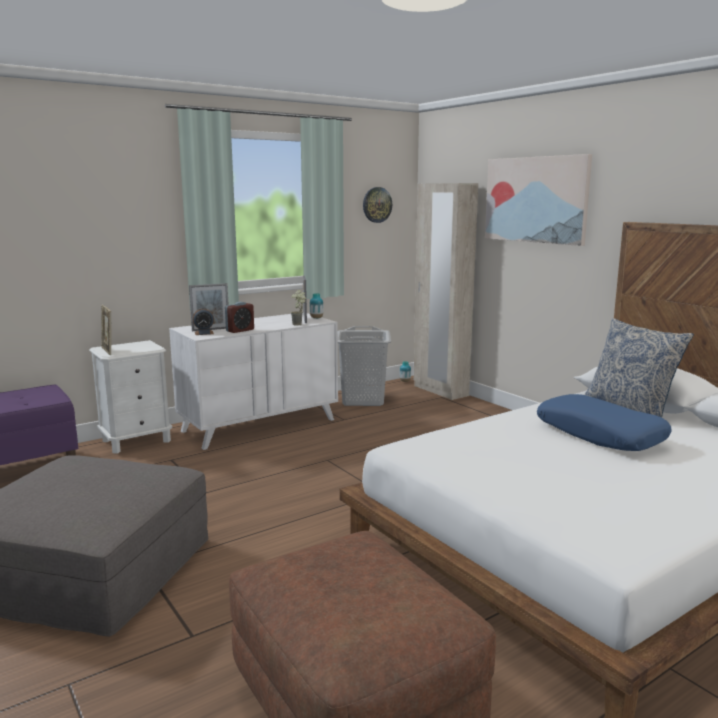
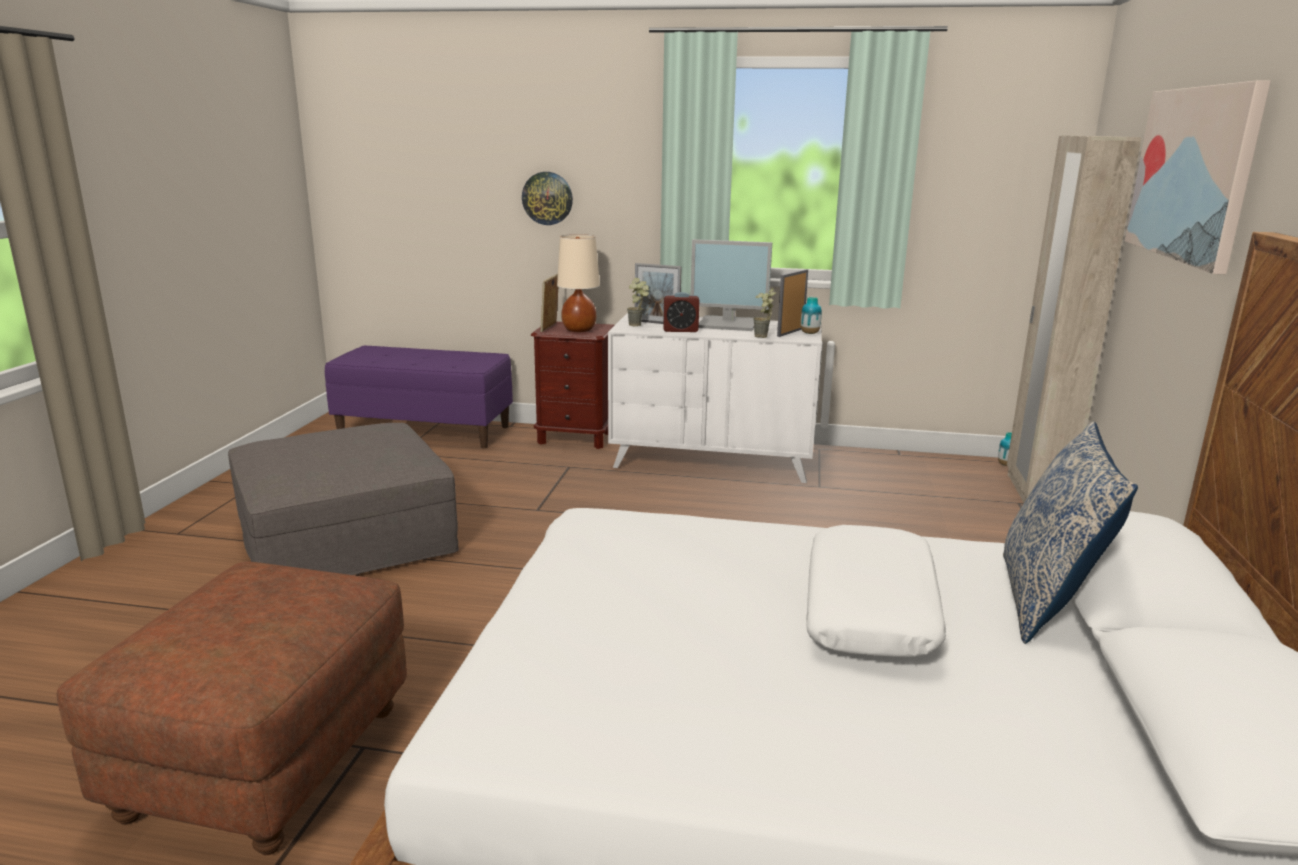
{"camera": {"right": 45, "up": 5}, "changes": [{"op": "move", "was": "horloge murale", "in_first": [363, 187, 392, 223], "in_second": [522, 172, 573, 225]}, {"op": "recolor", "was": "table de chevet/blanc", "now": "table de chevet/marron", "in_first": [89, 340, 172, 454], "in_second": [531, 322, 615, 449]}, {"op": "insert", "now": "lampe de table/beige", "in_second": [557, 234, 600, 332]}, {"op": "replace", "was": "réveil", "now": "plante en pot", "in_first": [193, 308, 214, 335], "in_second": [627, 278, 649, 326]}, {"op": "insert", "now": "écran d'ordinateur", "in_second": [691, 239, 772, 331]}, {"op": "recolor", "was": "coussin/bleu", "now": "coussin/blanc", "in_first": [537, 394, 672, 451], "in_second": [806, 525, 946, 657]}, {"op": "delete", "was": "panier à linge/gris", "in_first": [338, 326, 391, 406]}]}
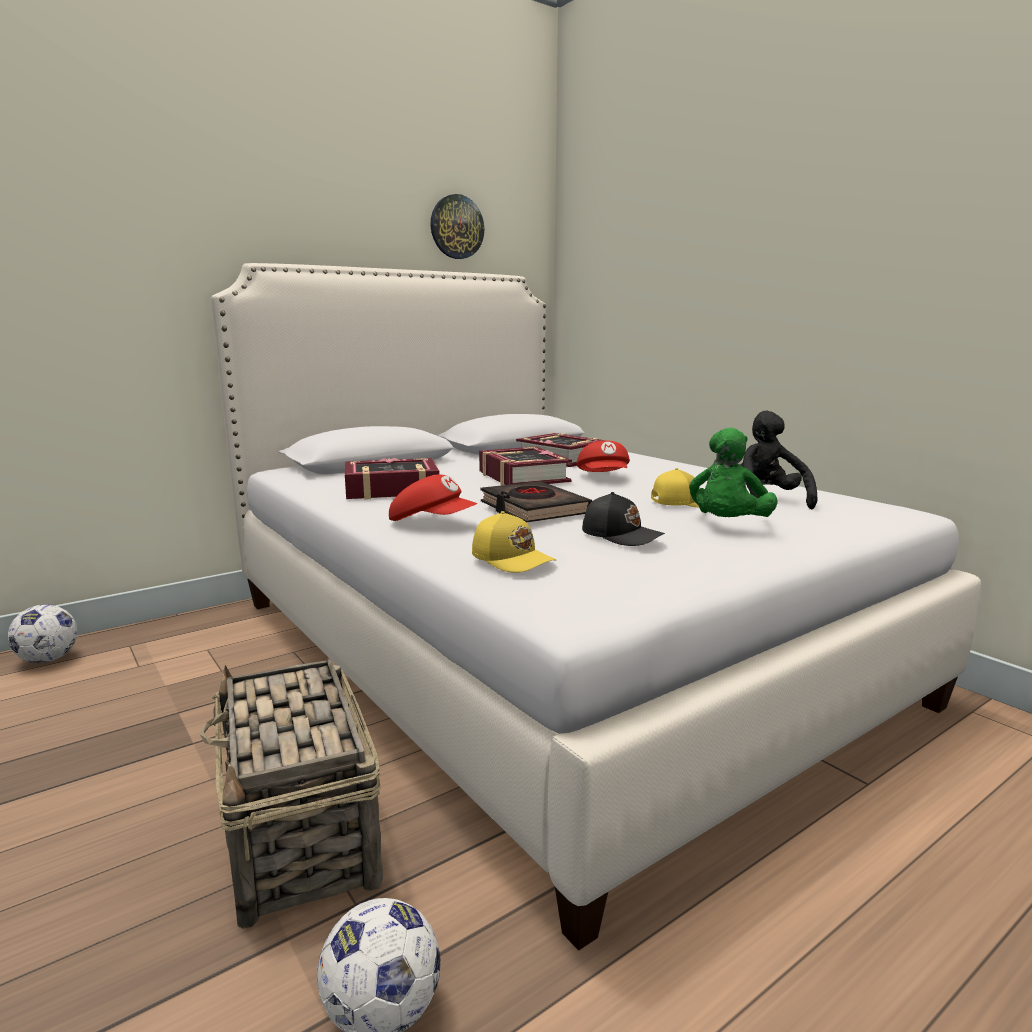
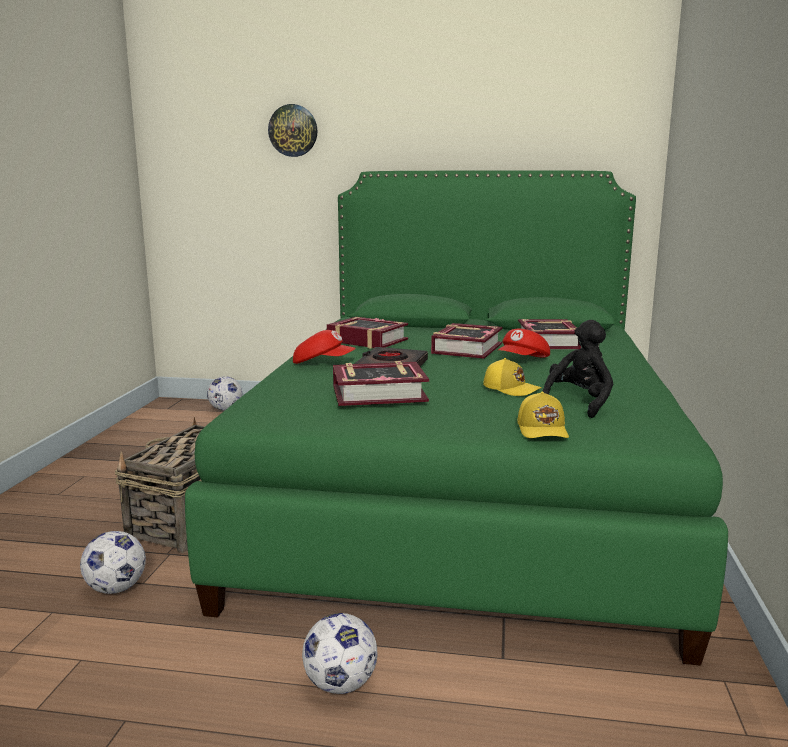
{"camera": {"right": 45, "up": 0}, "changes": [{"op": "recolor", "was": "lit/blanc", "now": "lit/vert", "in_first": [211, 263, 981, 951], "in_second": [185, 170, 728, 666]}, {"op": "move", "was": "horloge murale", "in_first": [431, 194, 484, 259], "in_second": [268, 104, 318, 157]}, {"op": "rotate", "was": "casquette/rouge", "in_first": [389, 474, 477, 521], "in_second": [293, 330, 356, 364], "clockwise": -60}, {"op": "insert", "now": "ballon de foot", "in_second": [302, 613, 377, 694]}, {"op": "replace", "was": "casquette/noir", "now": "livre", "in_first": [582, 492, 665, 546], "in_second": [333, 361, 429, 406]}, {"op": "move", "was": "casquette/jaune", "in_first": [472, 511, 556, 573], "in_second": [517, 392, 569, 438]}, {"op": "delete", "was": "peluche/vert", "in_first": [689, 428, 778, 517]}]}
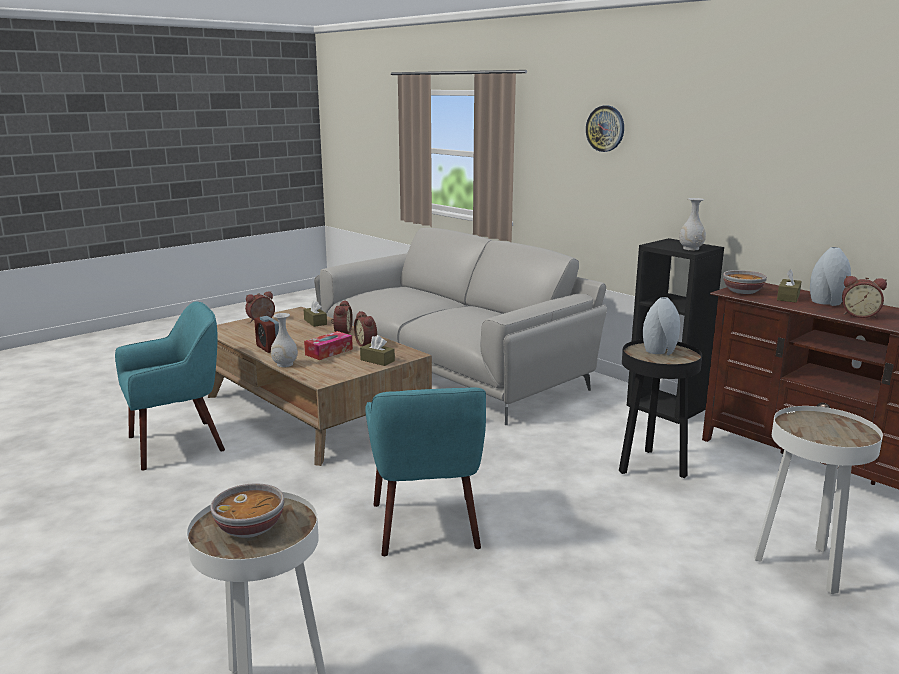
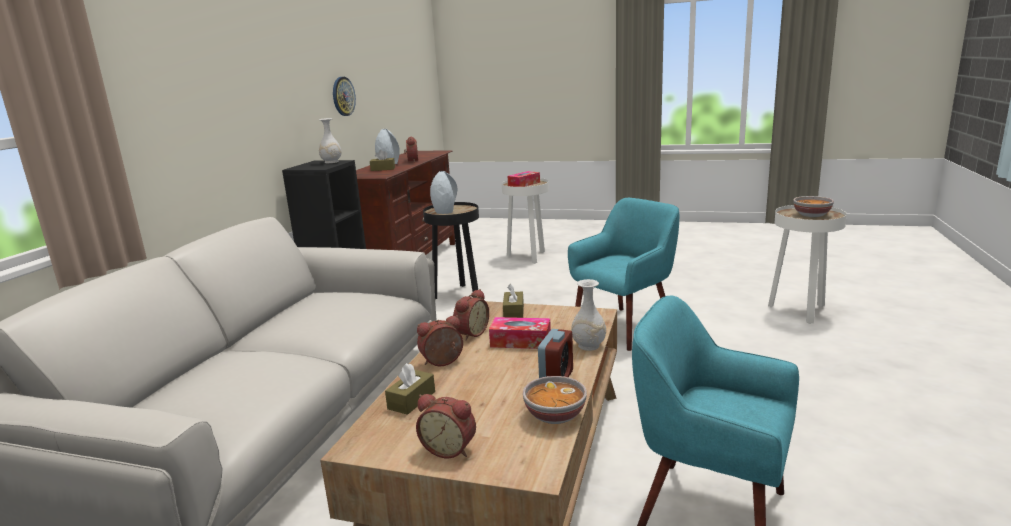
{"camera": {"right": -120, "up": 0}, "changes": [{"op": "move", "was": "horloge murale", "in_first": [586, 106, 624, 152], "in_second": [333, 77, 356, 116]}, {"op": "insert", "now": "boîte à mouchoirs", "in_second": [508, 171, 540, 187]}, {"op": "move", "was": "bol", "in_first": [723, 270, 767, 294], "in_second": [523, 376, 587, 424]}]}
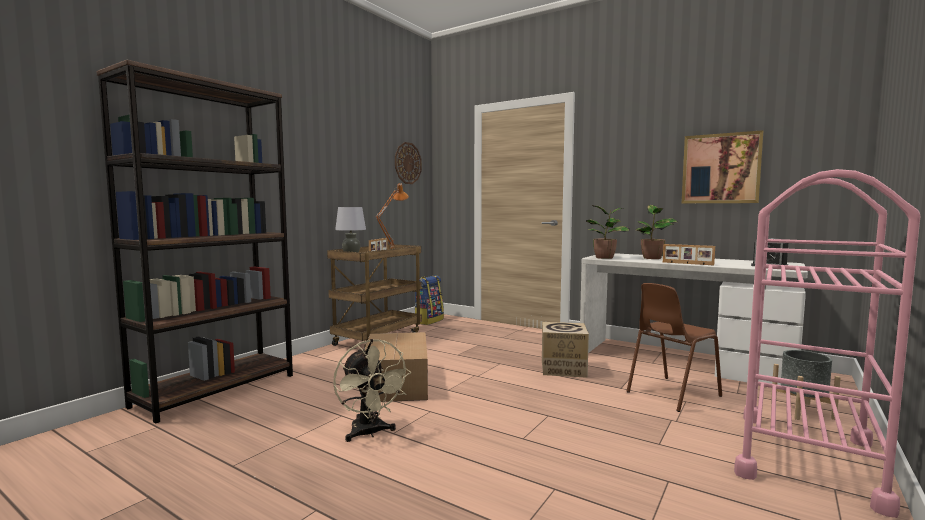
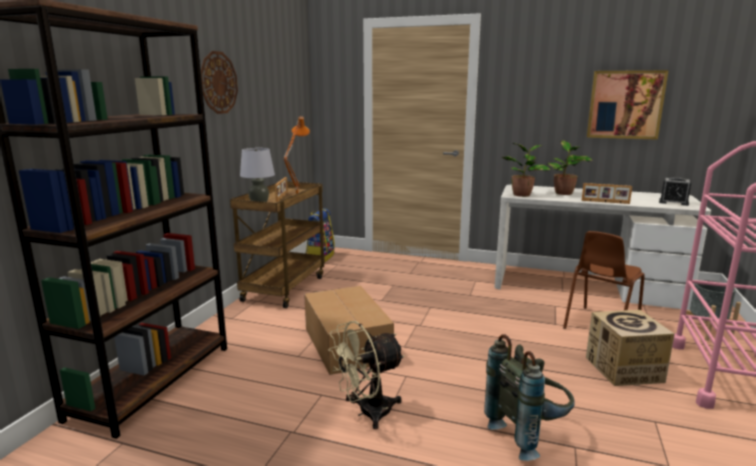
{"camera": {"right": -15, "up": 10}, "changes": [{"op": "move", "was": "horloge murale", "in_first": [395, 142, 422, 184], "in_second": [201, 51, 238, 114]}, {"op": "rotate", "was": "ventilateur/beige", "in_first": [333, 339, 411, 442], "in_second": [328, 321, 405, 429], "clockwise": 105}, {"op": "insert", "now": "sac à dos/gris", "in_second": [484, 334, 575, 461]}, {"op": "move", "was": "carton", "in_first": [542, 322, 589, 378], "in_second": [586, 310, 675, 386]}]}
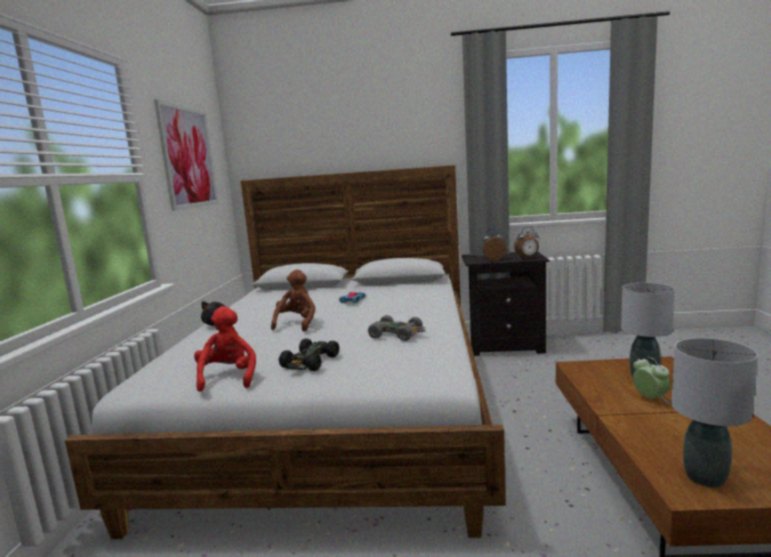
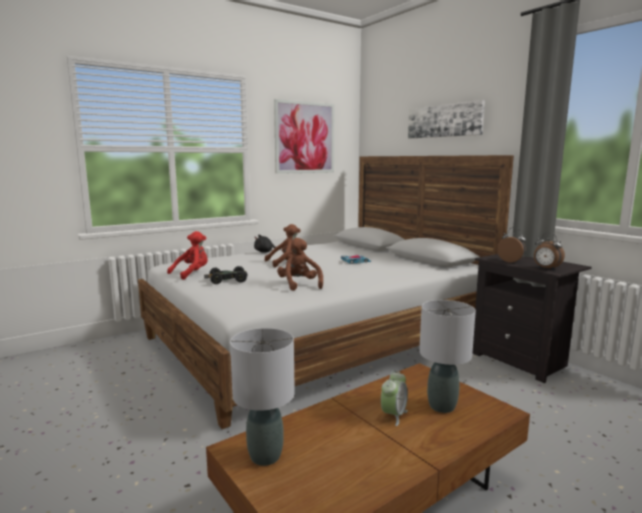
{"camera": {"right": 50, "up": 0}, "changes": [{"op": "replace", "was": "petite voiture/gris", "now": "peluche/marron", "in_first": [368, 315, 425, 341], "in_second": [277, 238, 323, 291]}, {"op": "insert", "now": "tableau", "in_second": [408, 100, 485, 138]}]}
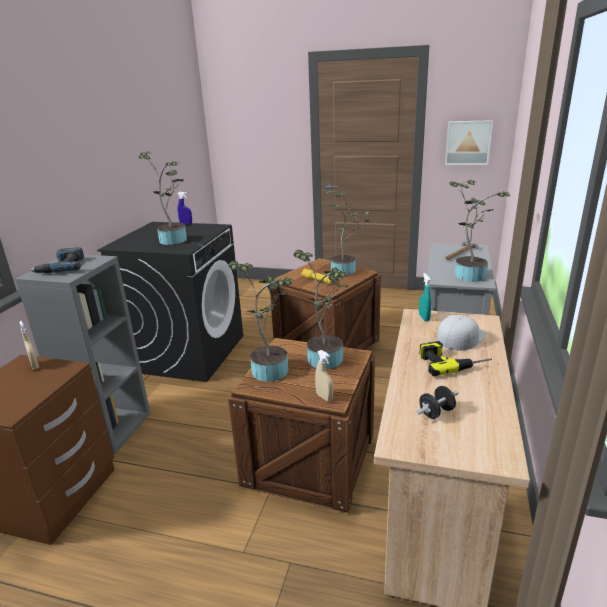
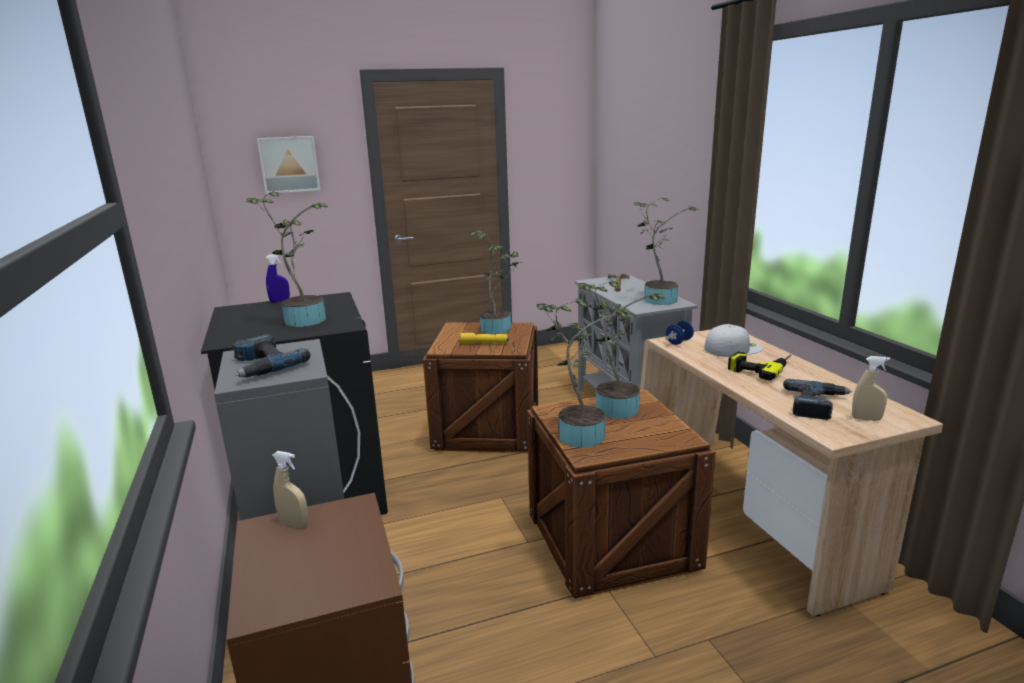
{"camera": {"right": -35, "up": -5}, "changes": [{"op": "move", "was": "tableau", "in_first": [445, 120, 493, 165], "in_second": [257, 136, 320, 194]}, {"op": "replace", "was": "vaporisateur/turquoise", "now": "haltère/bleu", "in_first": [419, 273, 431, 322], "in_second": [666, 321, 694, 345]}, {"op": "rotate", "was": "casquette/blanc", "in_first": [436, 315, 486, 351], "in_second": [705, 324, 763, 357], "clockwise": 60}, {"op": "replace", "was": "haltère/noir", "now": "perceuse", "in_first": [416, 386, 459, 419], "in_second": [783, 379, 852, 420]}, {"op": "move", "was": "vaporisateur/beige", "in_first": [315, 350, 333, 401], "in_second": [852, 356, 890, 421]}]}
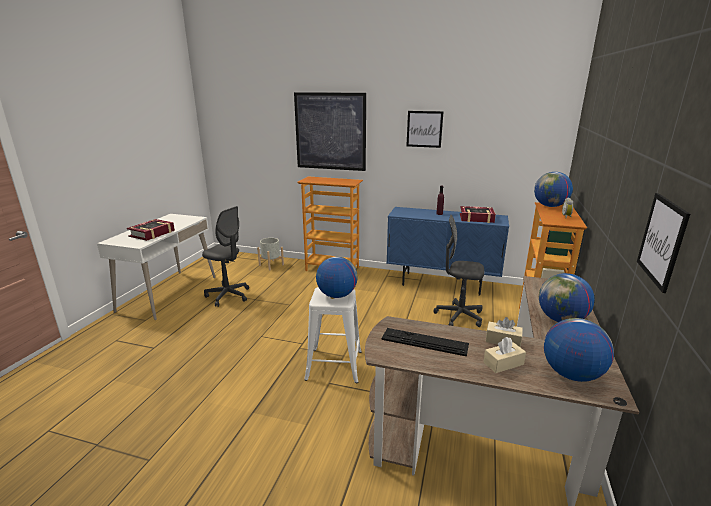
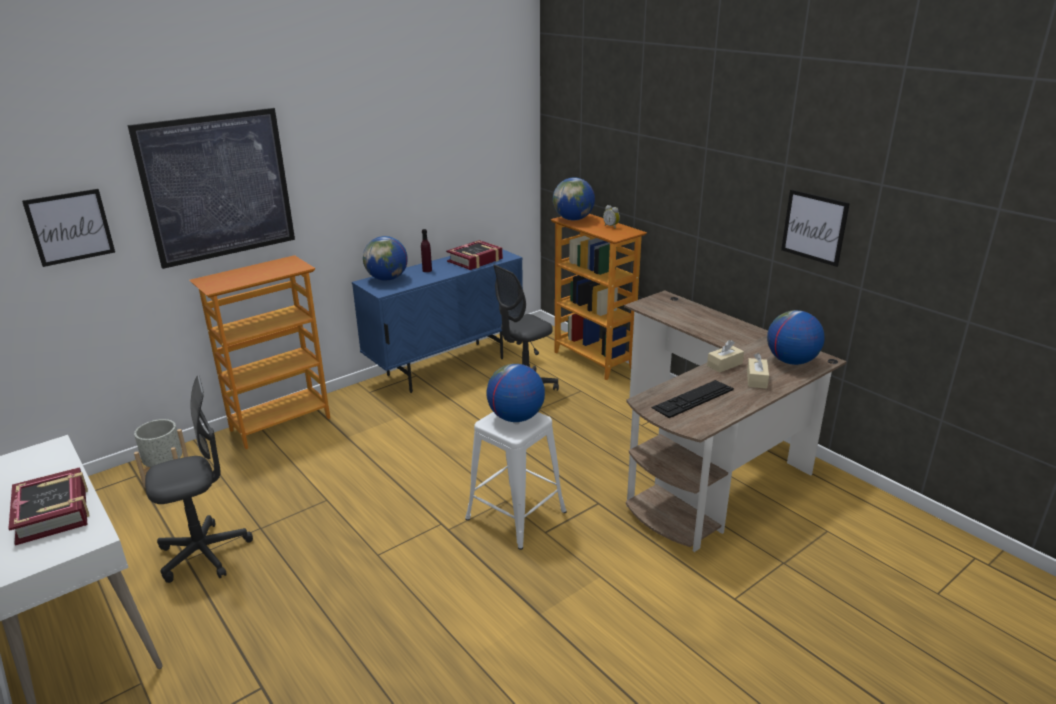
{"camera": {"right": -55, "up": 5}, "changes": [{"op": "move", "was": "tableau", "in_first": [406, 111, 444, 148], "in_second": [22, 189, 115, 267]}, {"op": "move", "was": "globe", "in_first": [539, 273, 595, 322], "in_second": [363, 236, 407, 281]}]}
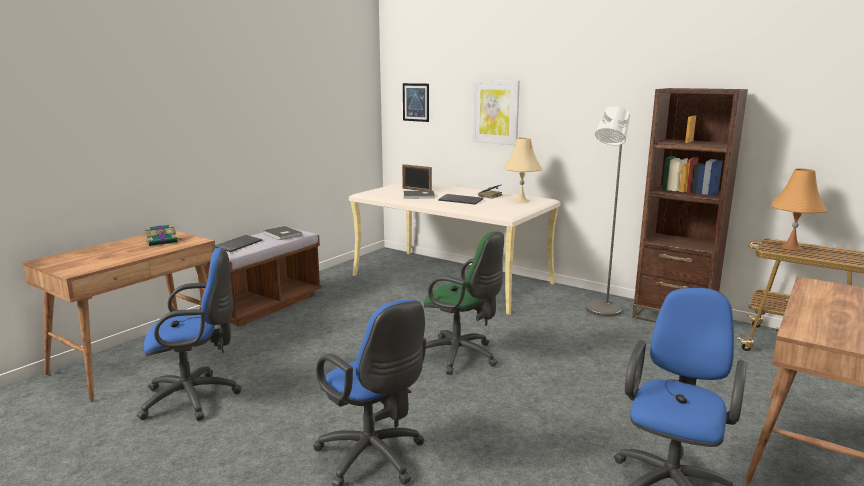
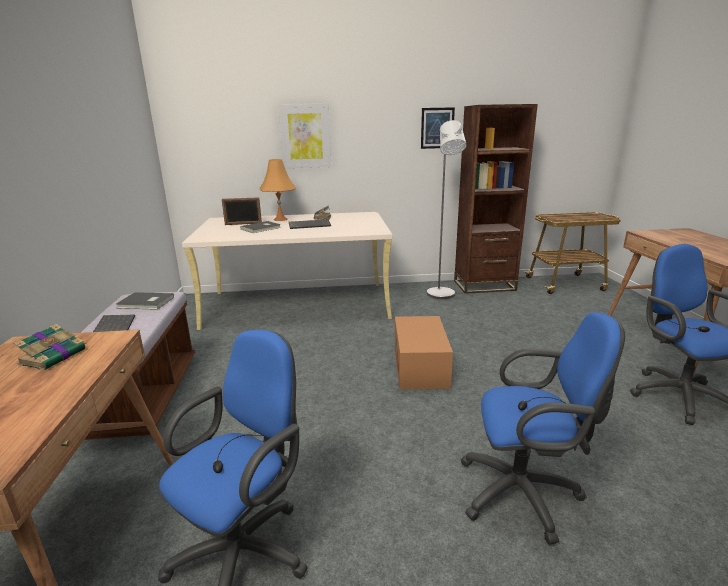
{"camera": {"right": -40, "up": 5}, "changes": [{"op": "move", "was": "lampe de table/orange", "in_first": [771, 168, 828, 250], "in_second": [259, 159, 297, 221]}, {"op": "replace", "was": "chaise de bureau/vert", "now": "carton", "in_first": [424, 231, 504, 375], "in_second": [395, 316, 453, 389]}, {"op": "move", "was": "tableau", "in_first": [403, 83, 429, 122], "in_second": [421, 107, 455, 149]}, {"op": "delete", "was": "lampe de table/beige", "in_first": [503, 137, 543, 203]}]}
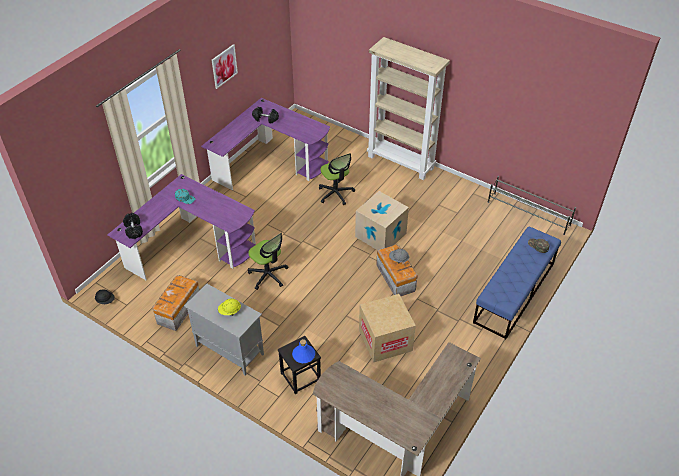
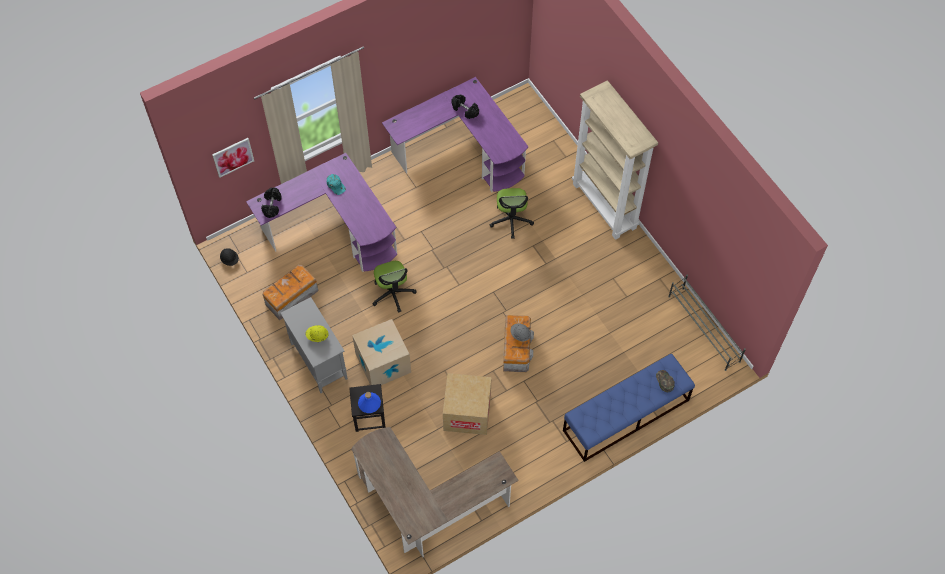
{"camera": {"right": 25, "up": 15}, "changes": [{"op": "move", "was": "tableau", "in_first": [211, 44, 238, 89], "in_second": [212, 138, 254, 178]}, {"op": "move", "was": "carton", "in_first": [355, 191, 409, 250], "in_second": [352, 319, 411, 385]}]}
